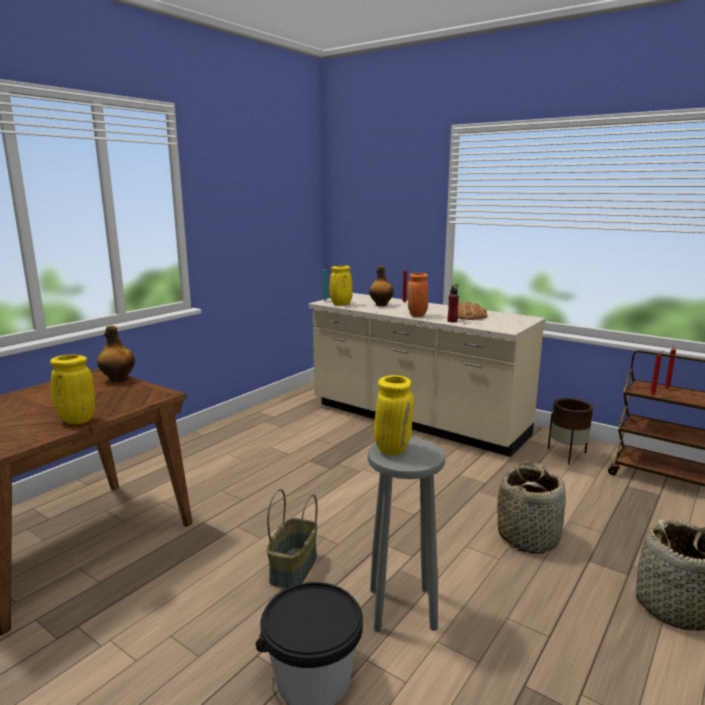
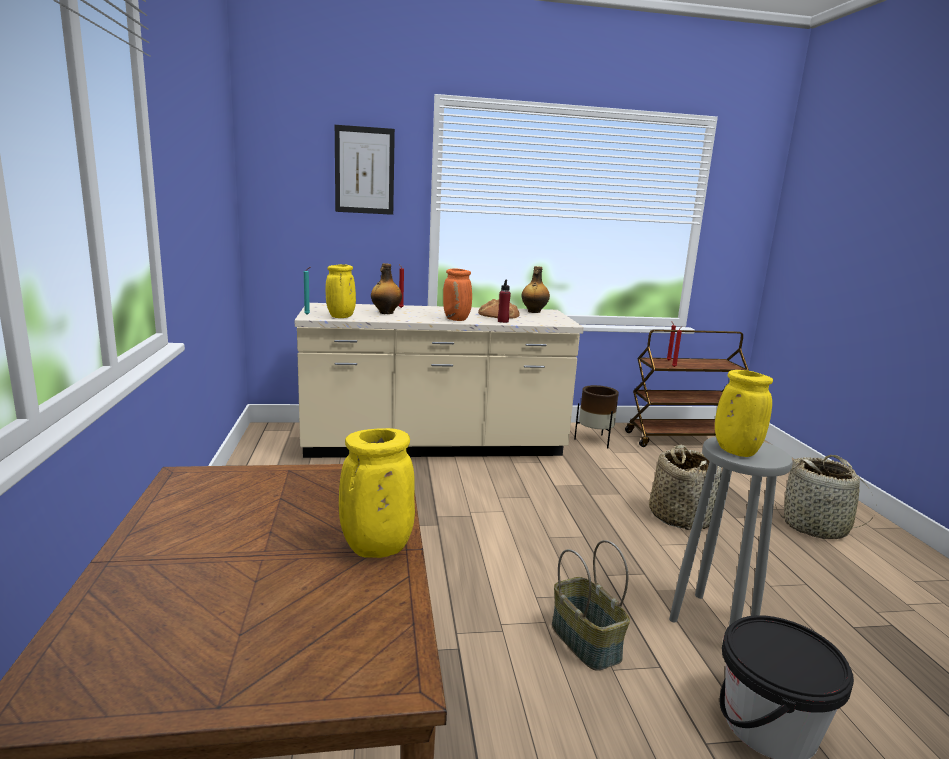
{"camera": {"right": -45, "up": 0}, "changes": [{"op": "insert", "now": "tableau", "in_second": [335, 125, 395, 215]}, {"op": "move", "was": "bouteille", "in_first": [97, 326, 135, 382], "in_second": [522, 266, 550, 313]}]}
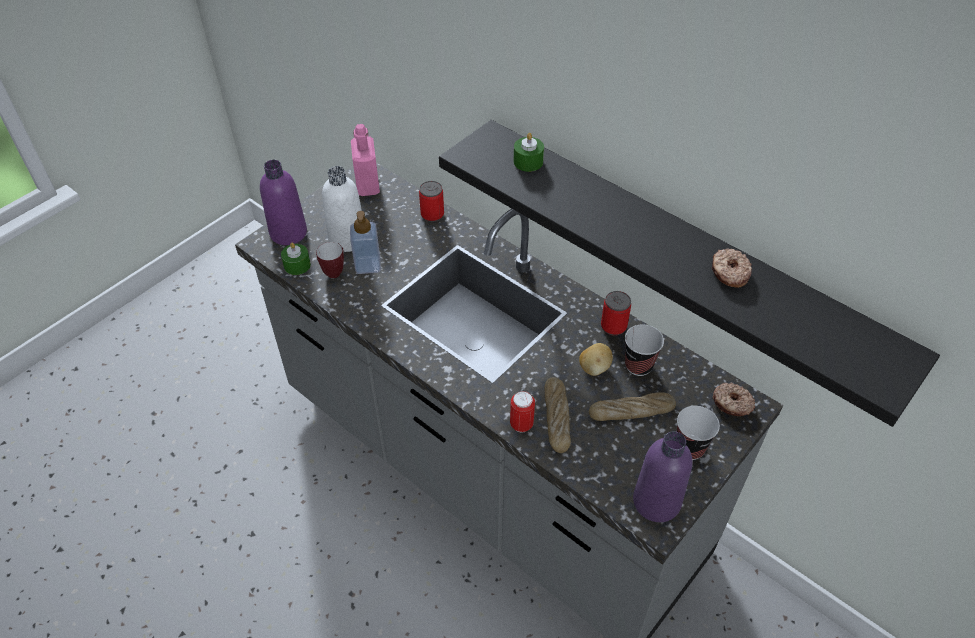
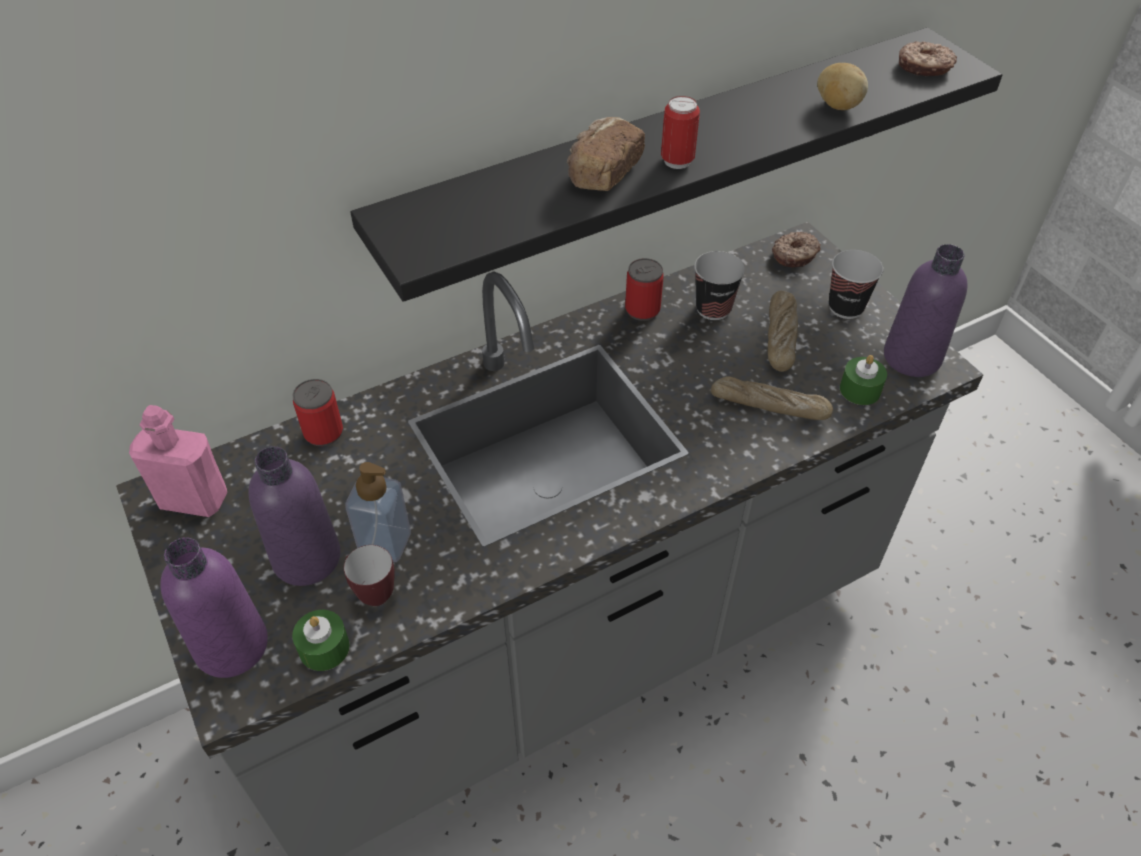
{"camera": {"right": -70, "up": 0}, "changes": [{"op": "recolor", "was": "bouteille/blanc", "now": "bouteille/violet", "in_first": [322, 166, 362, 252], "in_second": [248, 446, 341, 586]}, {"op": "insert", "now": "pain", "in_second": [567, 117, 645, 191]}, {"op": "move", "was": "boîte métallique", "in_first": [510, 391, 535, 433], "in_second": [661, 96, 700, 169]}, {"op": "move", "was": "pomme de terre", "in_first": [579, 343, 613, 376], "in_second": [817, 63, 868, 110]}, {"op": "move", "was": "bougie/vert", "in_first": [514, 133, 544, 172], "in_second": [840, 355, 887, 405]}, {"op": "move", "was": "beignet", "in_first": [711, 249, 752, 288], "in_second": [899, 41, 957, 76]}]}
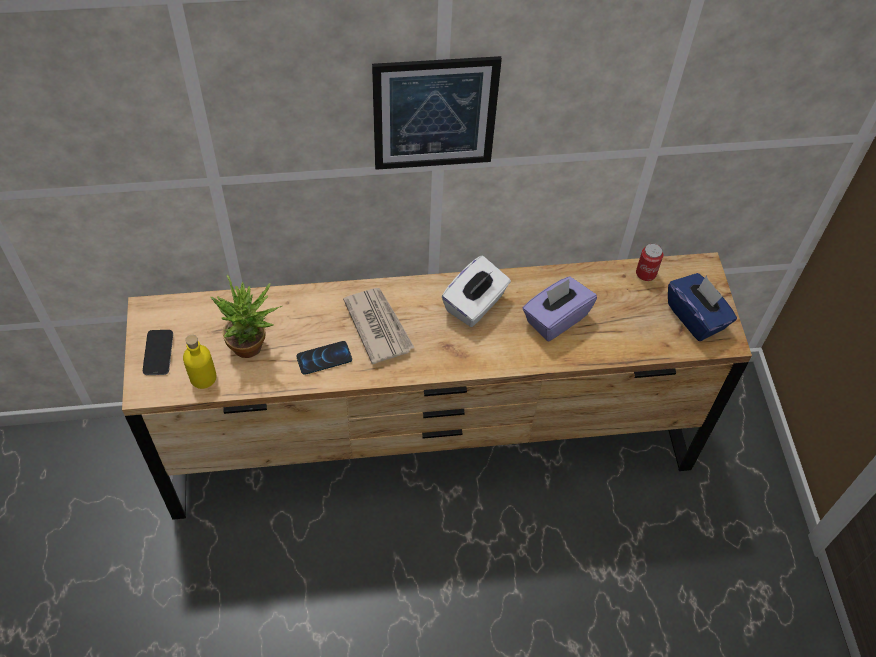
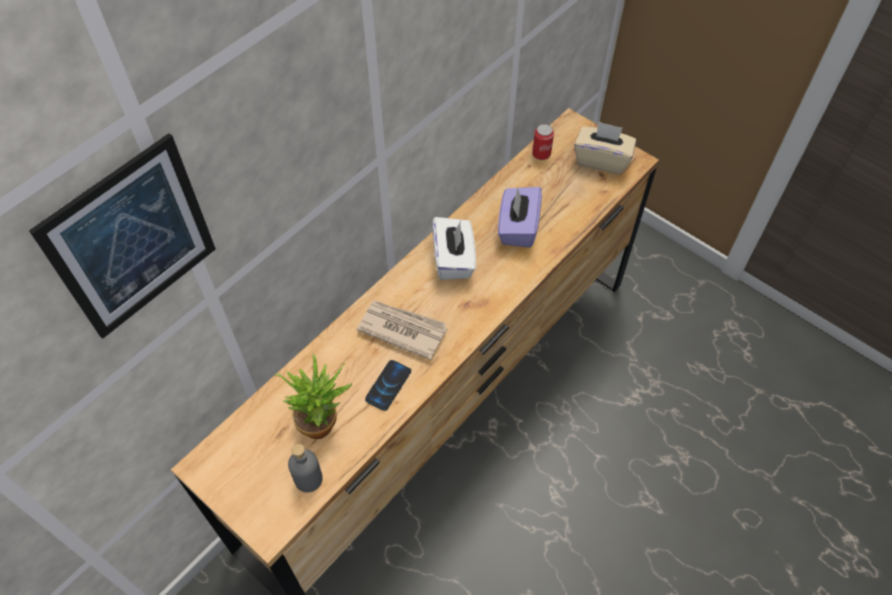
{"camera": {"right": -40, "up": 0}, "changes": [{"op": "move", "was": "tableau", "in_first": [372, 56, 502, 170], "in_second": [29, 133, 216, 339]}, {"op": "recolor", "was": "bouteille/jaune", "now": "bouteille/gris", "in_first": [183, 335, 217, 389], "in_second": [288, 444, 323, 493]}, {"op": "recolor", "was": "boîte à mouchoirs/bleu", "now": "boîte à mouchoirs/beige", "in_first": [668, 273, 737, 341], "in_second": [574, 121, 636, 174]}, {"op": "delete", "was": "téléphone", "in_first": [143, 330, 173, 375]}]}
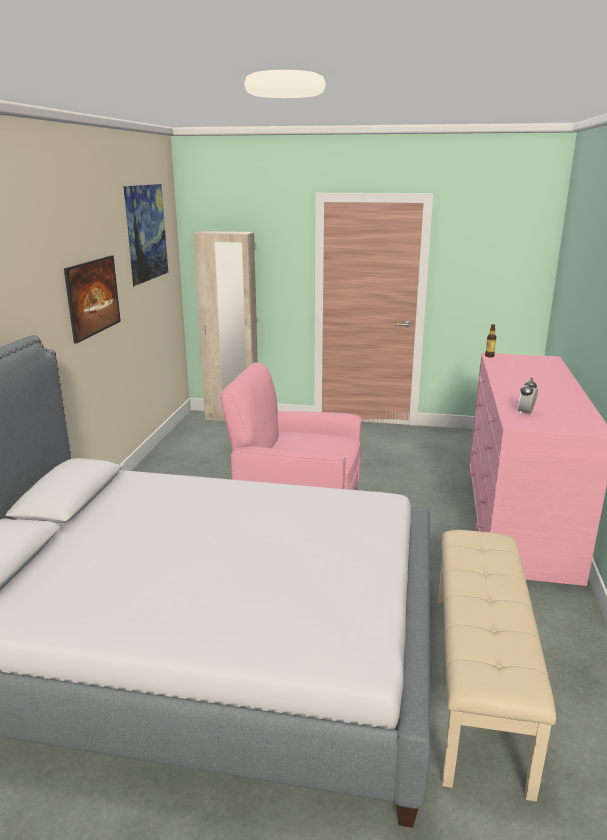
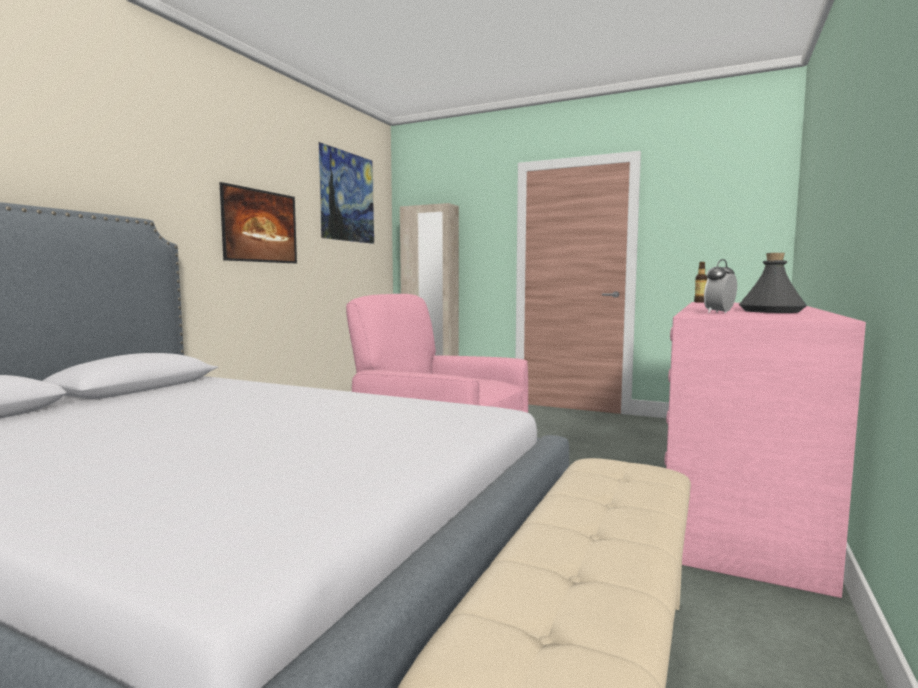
{"camera": {"right": 15, "up": -15}, "changes": [{"op": "insert", "now": "bouteille/gris", "in_second": [739, 253, 807, 313]}]}
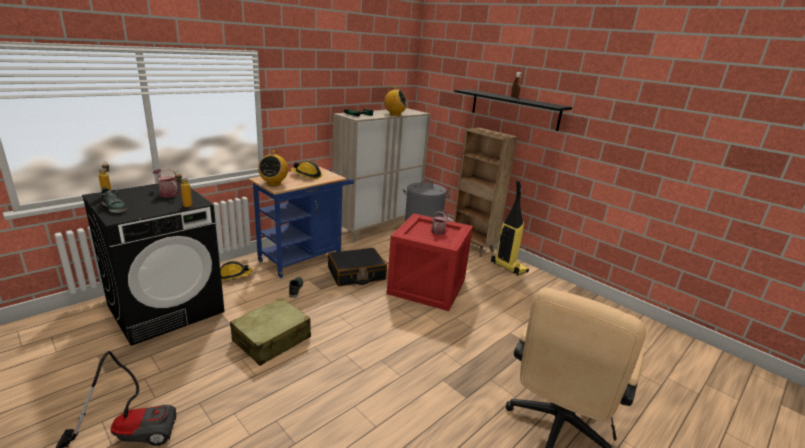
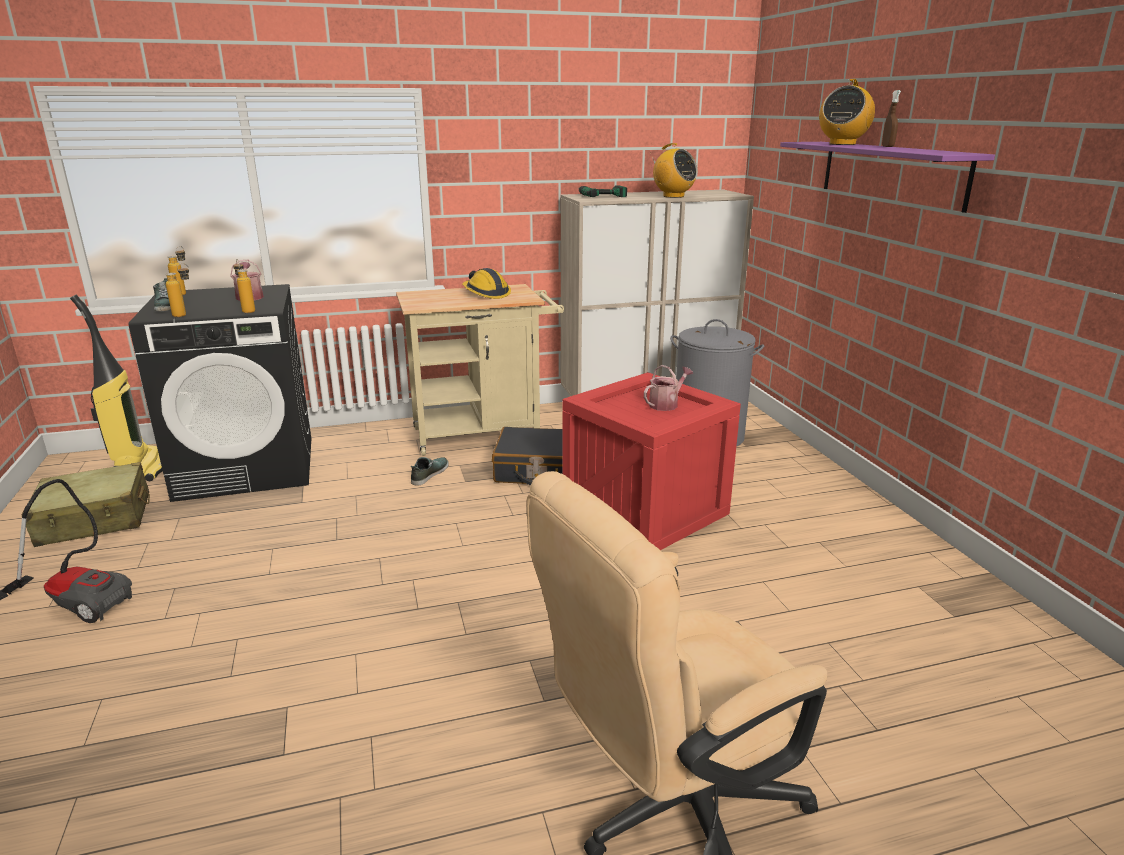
{"camera": {"right": 30, "up": 0}, "changes": [{"op": "move", "was": "valise/beige", "in_first": [230, 297, 311, 366], "in_second": [21, 462, 150, 547]}, {"op": "move", "was": "aspirateur", "in_first": [491, 180, 529, 276], "in_second": [70, 295, 163, 481]}, {"op": "insert", "now": "bouteille", "in_second": [165, 263, 190, 317]}, {"op": "recolor", "was": "chariot/bleu", "now": "chariot/beige", "in_first": [248, 167, 354, 278], "in_second": [396, 284, 564, 456]}, {"op": "recolor", "was": "étagère/noir", "now": "étagère/violet", "in_first": [455, 89, 572, 131], "in_second": [780, 142, 995, 213]}, {"op": "move", "was": "radio", "in_first": [258, 150, 288, 186], "in_second": [819, 79, 875, 145]}, {"op": "delete", "was": "casque de chantier", "in_first": [220, 261, 252, 280]}, {"op": "delete", "was": "bibliothèque/marron", "in_first": [453, 127, 517, 257]}]}
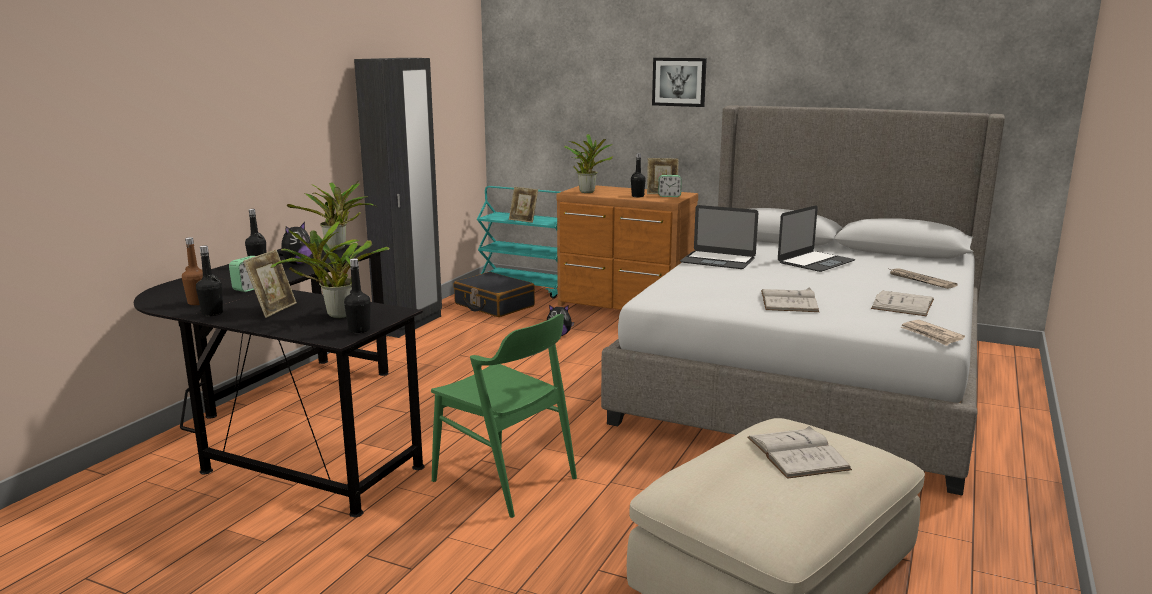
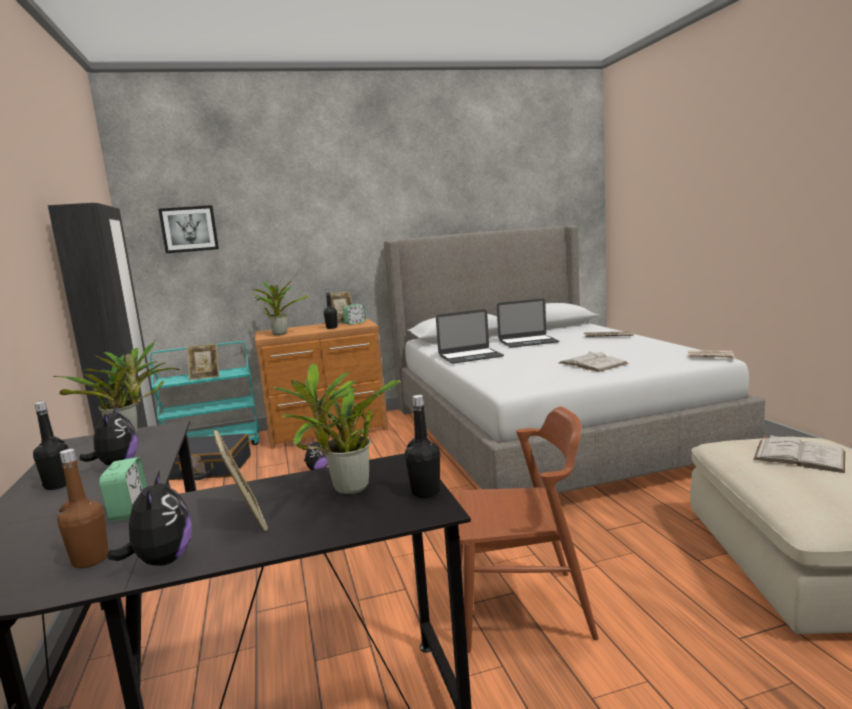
{"camera": {"right": -40, "up": -5}, "changes": [{"op": "replace", "was": "bouteille/noir", "now": "peluche", "in_first": [196, 246, 223, 316], "in_second": [108, 472, 192, 566]}, {"op": "move", "was": "tableau", "in_first": [652, 58, 707, 107], "in_second": [158, 205, 219, 253]}, {"op": "recolor", "was": "chaise/vert", "now": "chaise/marron", "in_first": [431, 314, 577, 518], "in_second": [451, 406, 599, 653]}, {"op": "rotate", "was": "ordinateur portable", "in_first": [778, 205, 855, 272], "in_second": [497, 298, 559, 348], "clockwise": 75}, {"op": "delete", "was": "livre/blanc", "in_first": [871, 291, 934, 316]}]}
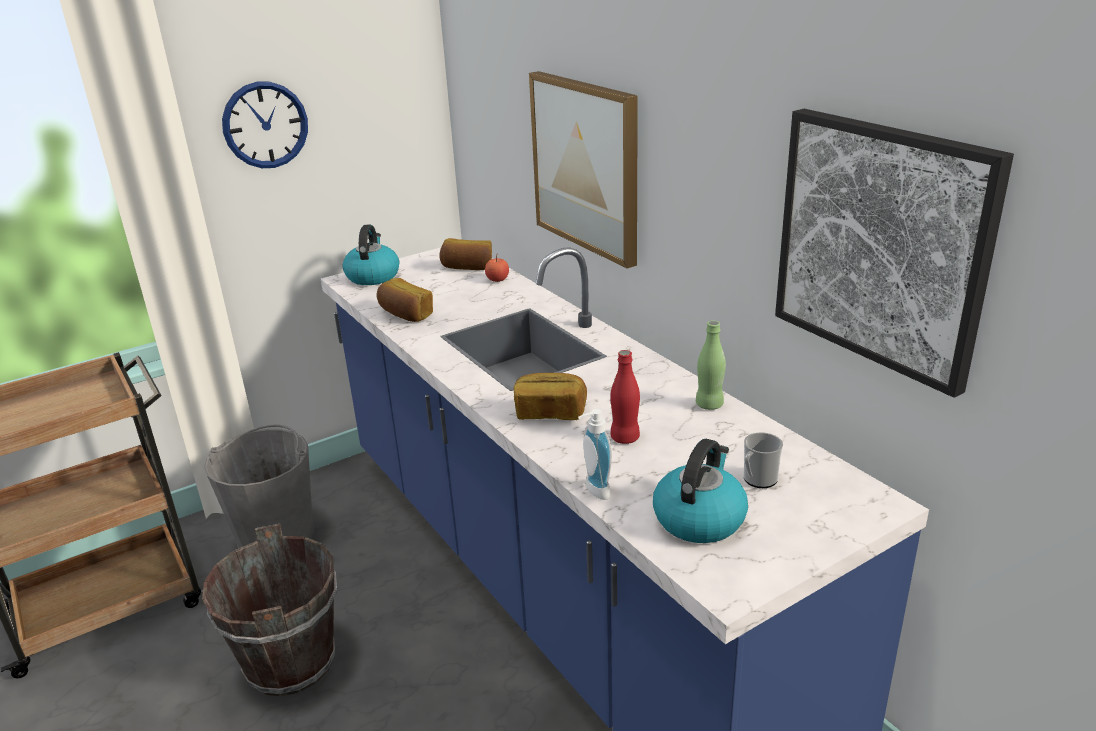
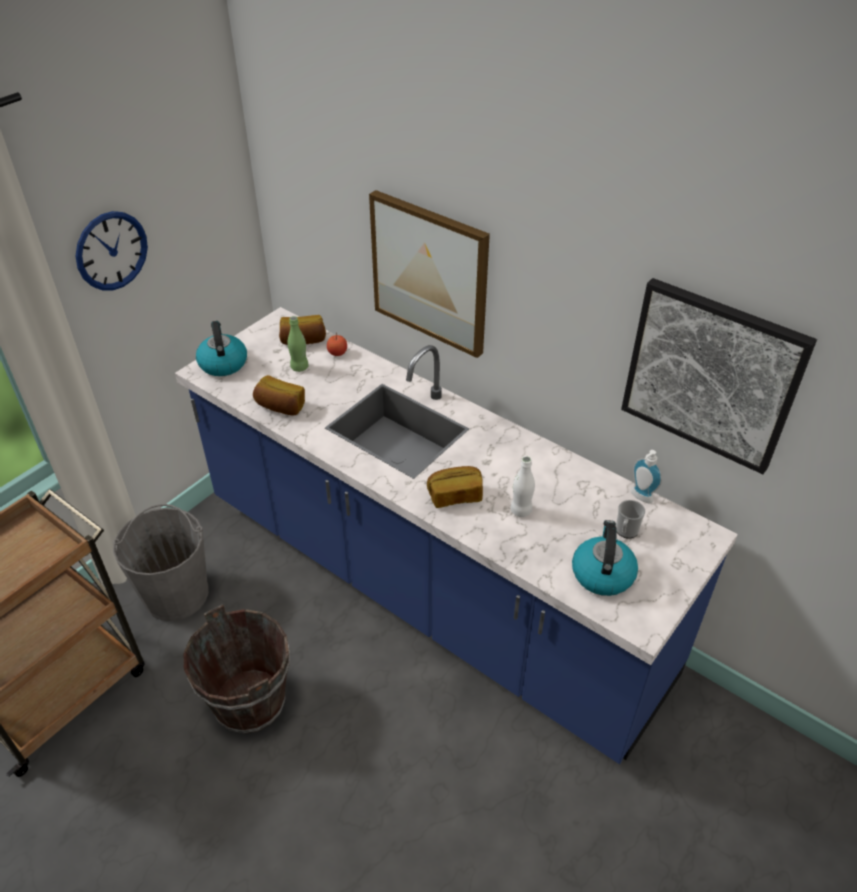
{"camera": {"right": -20, "up": 15}, "changes": [{"op": "move", "was": "bouteille/vert", "in_first": [696, 321, 726, 410], "in_second": [287, 316, 309, 372]}, {"op": "recolor", "was": "bouteille/rouge", "now": "bouteille/blanc", "in_first": [610, 350, 640, 444], "in_second": [511, 456, 535, 517]}, {"op": "move", "was": "distributeur de savon", "in_first": [578, 409, 612, 500], "in_second": [631, 450, 662, 503]}]}
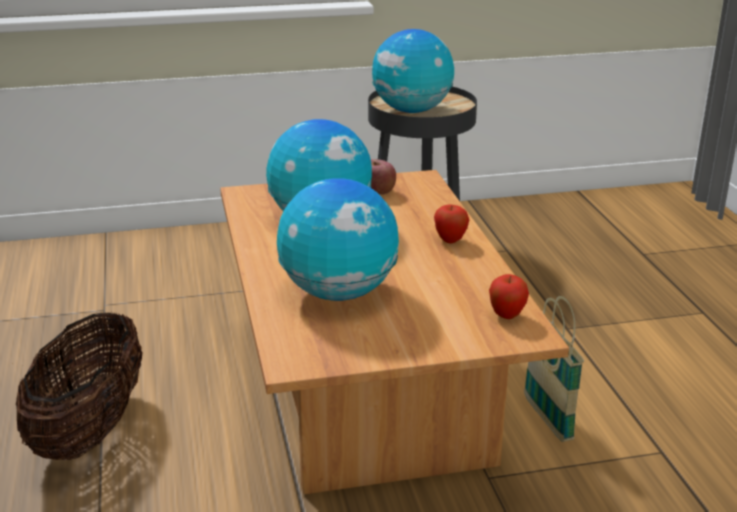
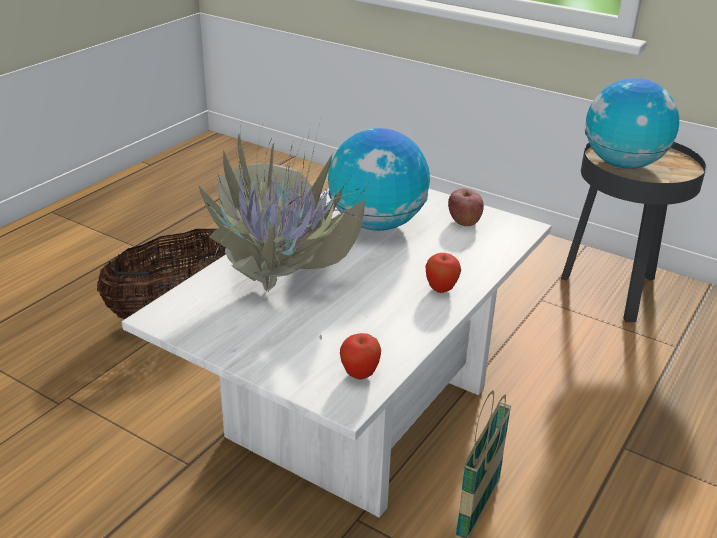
{"camera": {"right": 45, "up": 5}, "changes": [{"op": "recolor", "was": "table basse/marron", "now": "table basse/blanc", "in_first": [220, 170, 569, 494], "in_second": [122, 188, 552, 518]}, {"op": "replace", "was": "globe", "now": "plante en pot", "in_first": [277, 178, 399, 301], "in_second": [188, 112, 368, 340]}]}
